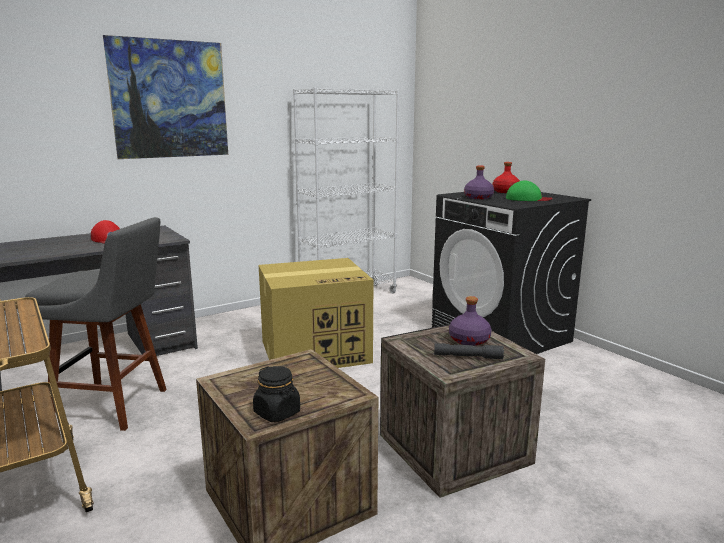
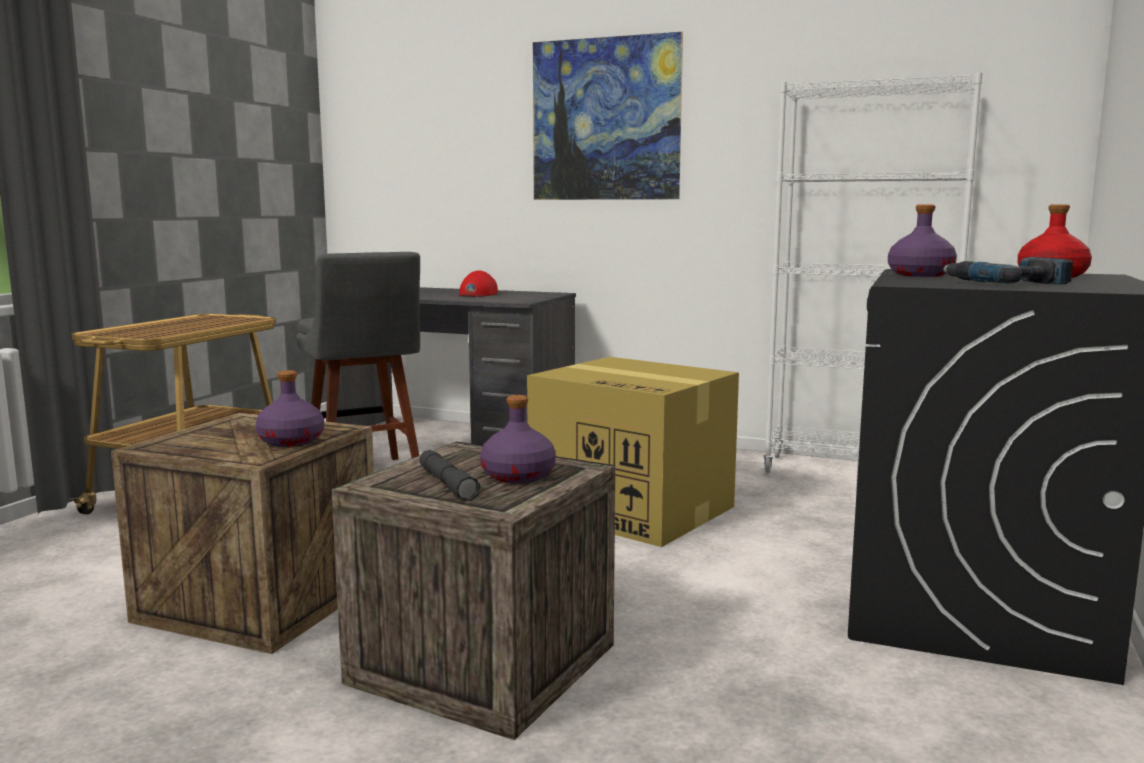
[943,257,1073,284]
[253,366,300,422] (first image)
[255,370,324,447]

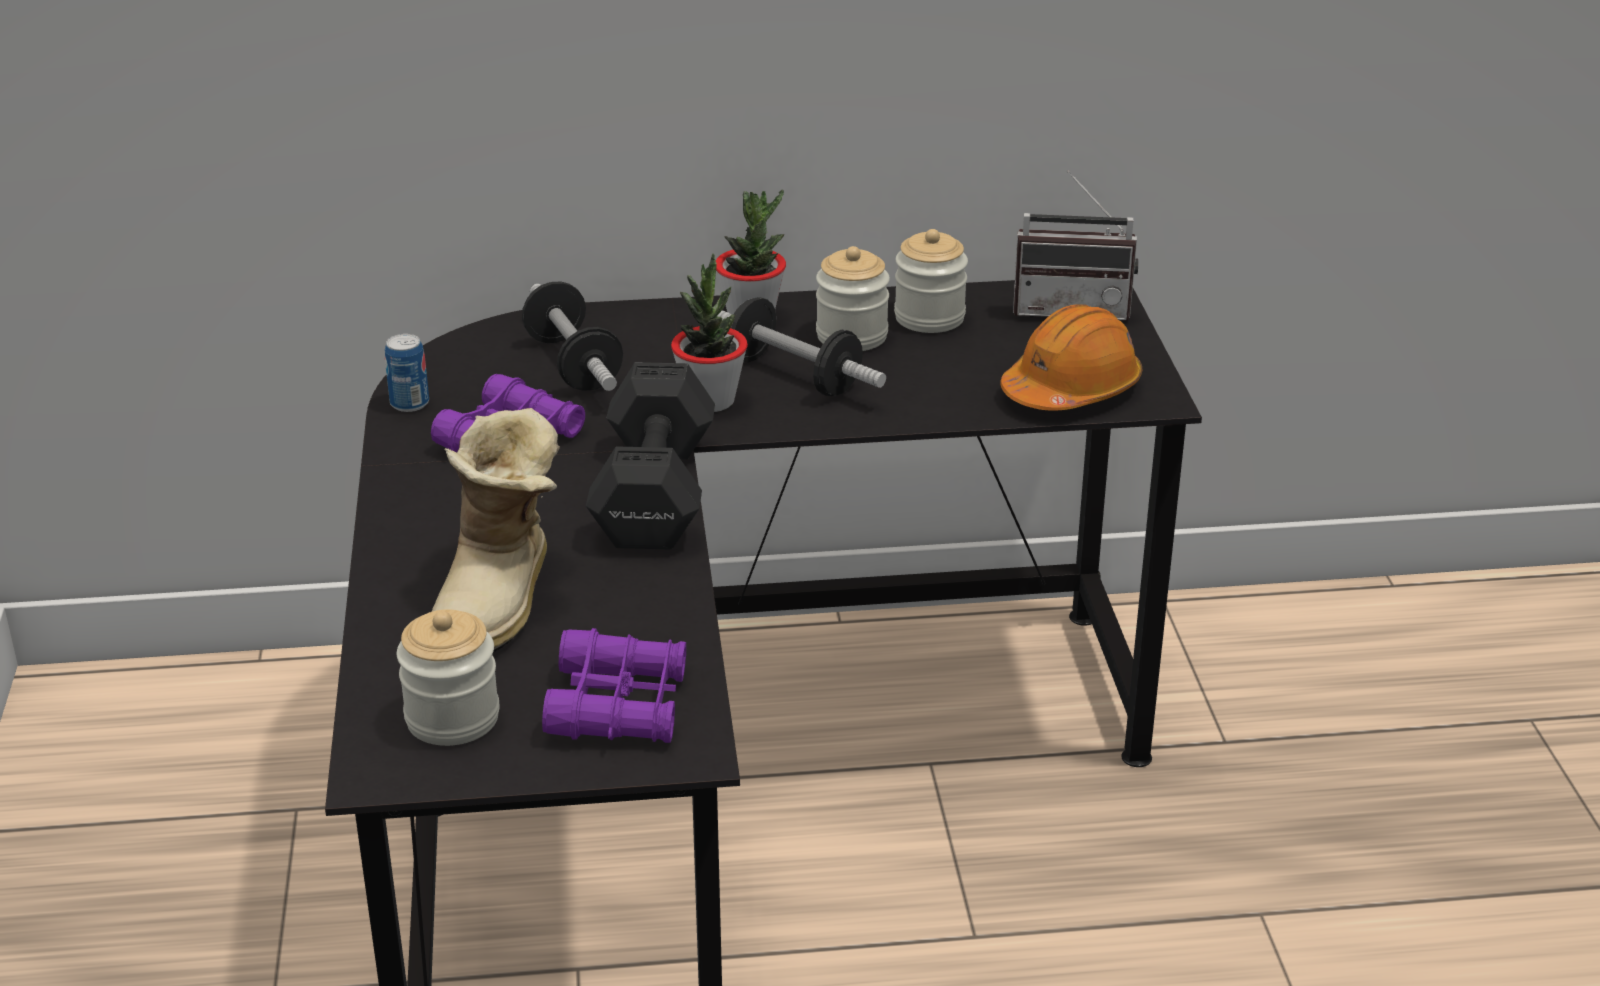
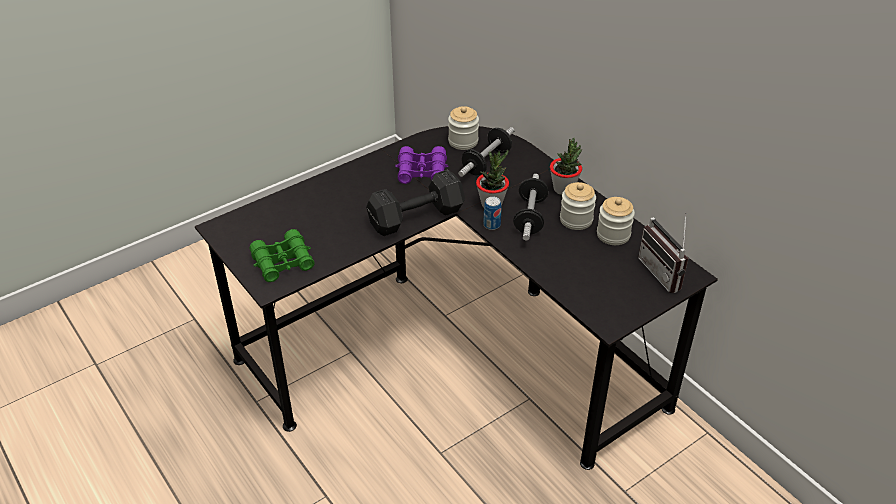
[1000,304,1142,411] (first image)
[483,197,502,230]
[432,408,560,653] (first image)
[448,106,479,150]
[250,229,314,282]

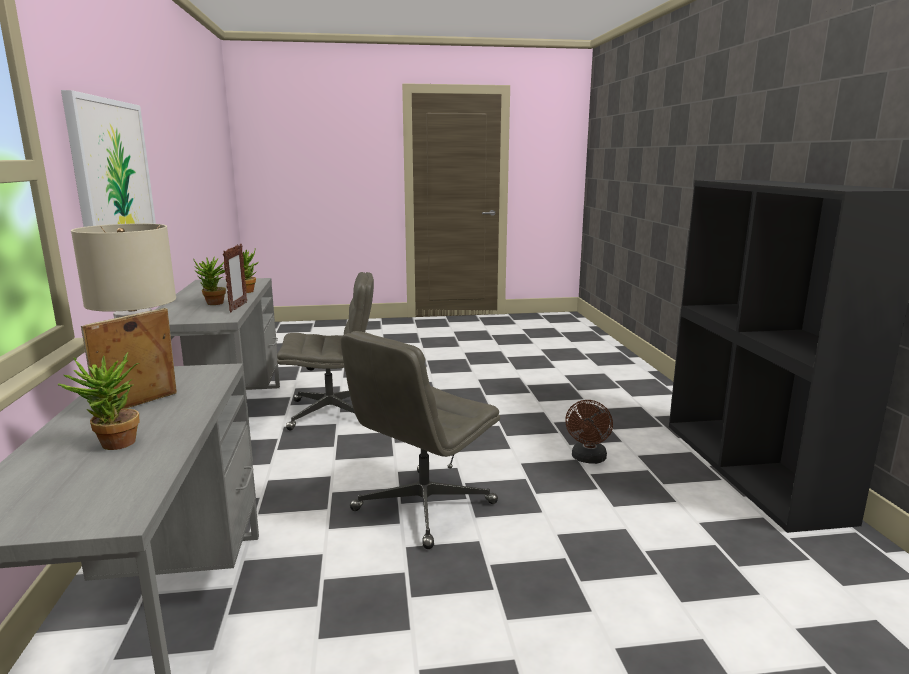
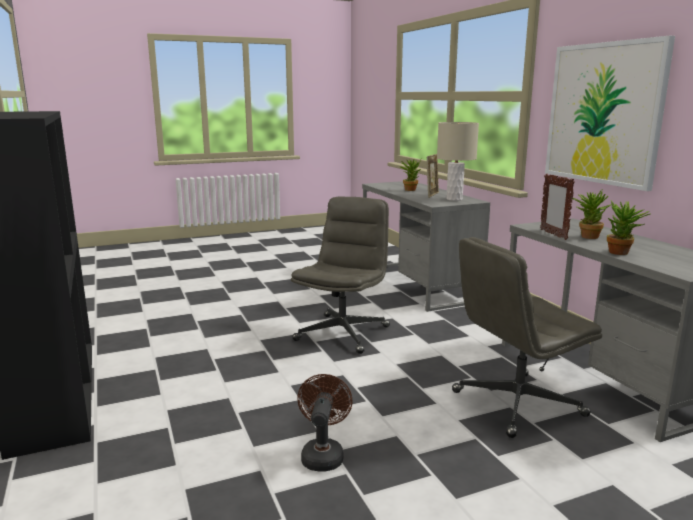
[297,374,353,472]

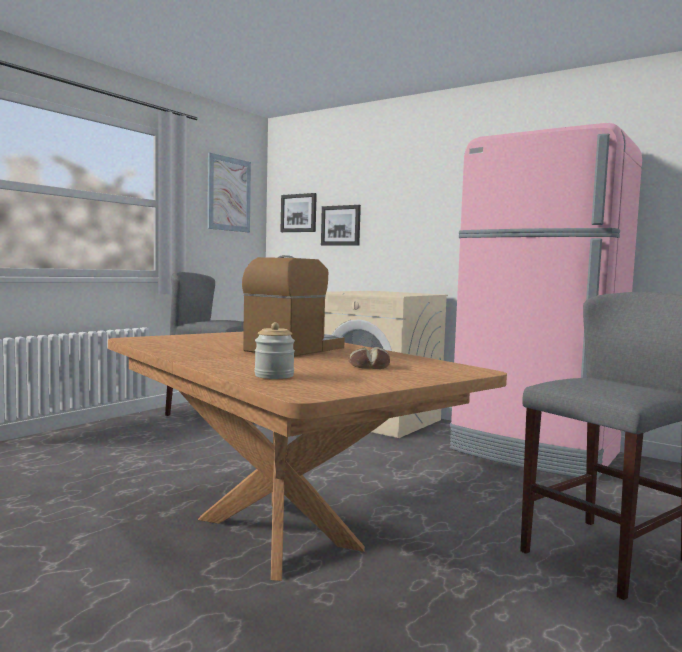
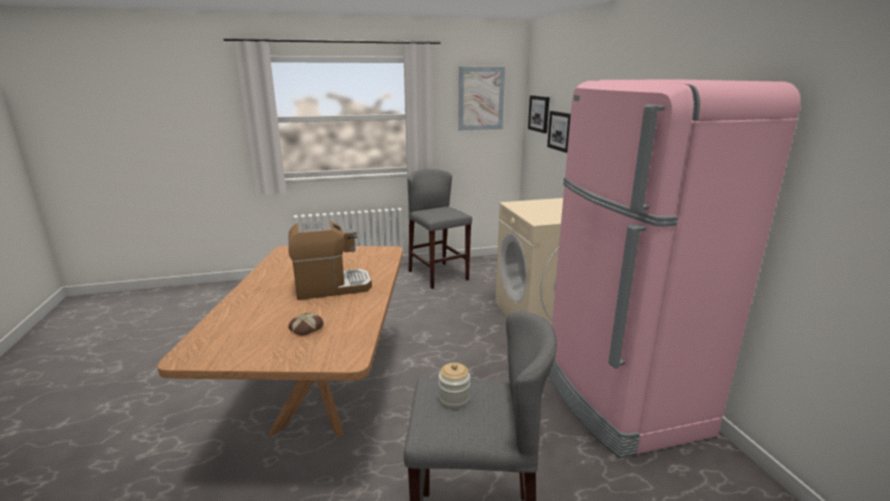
[439,363,470,409]

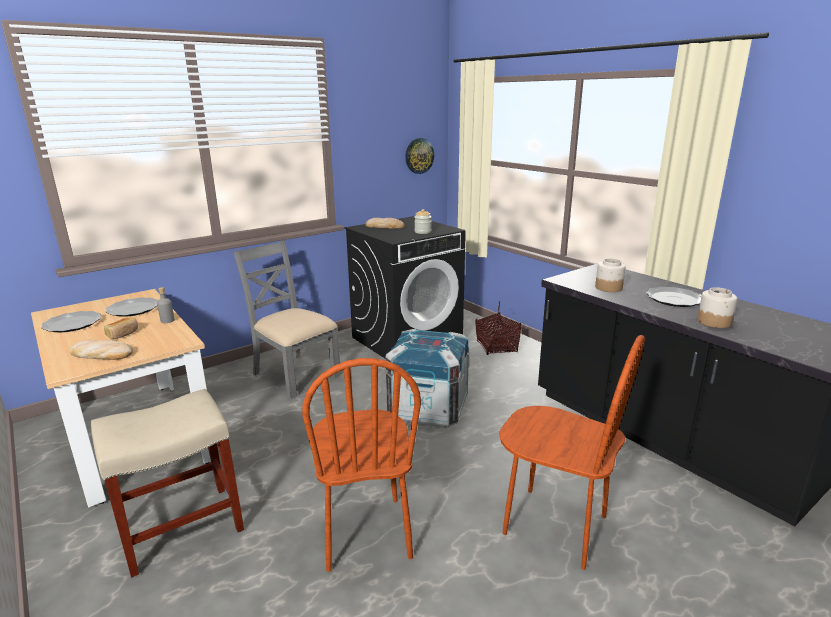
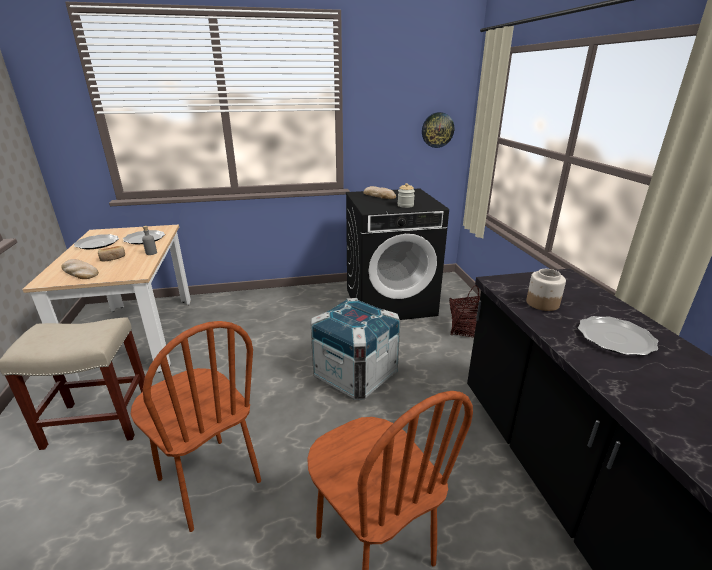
[233,240,340,398] (first image)
[697,287,737,328] (first image)
[131,321,261,532]

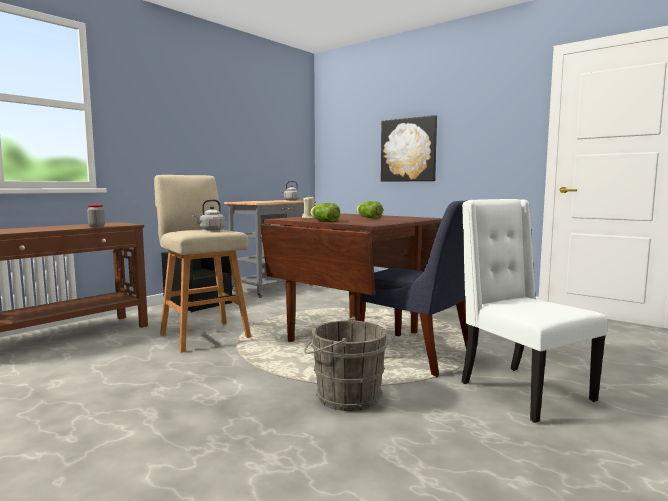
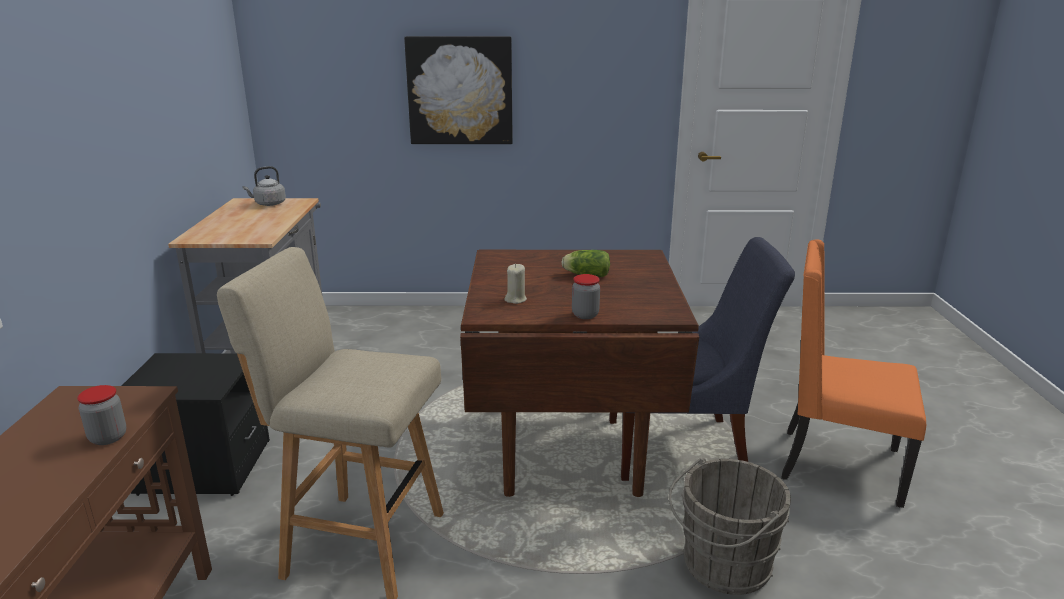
[781,239,926,508]
[192,200,225,231] (first image)
[572,274,600,319]

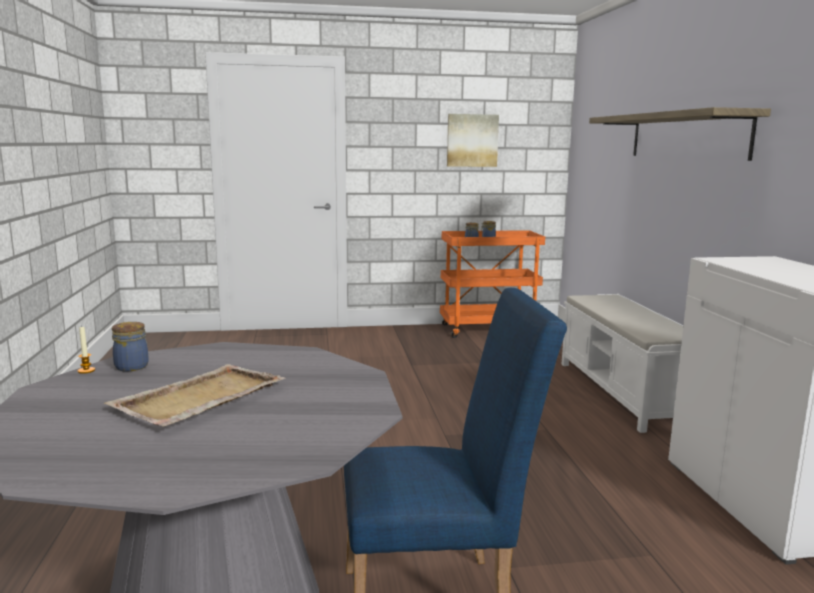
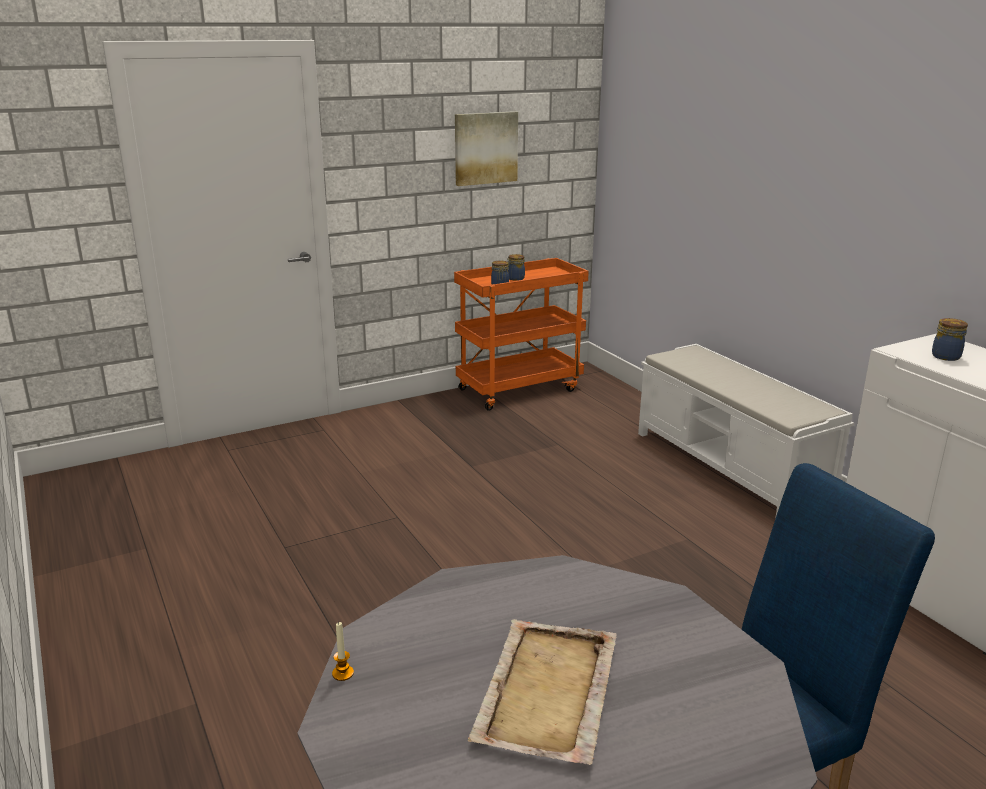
[589,107,771,161] (first image)
[932,318,968,361]

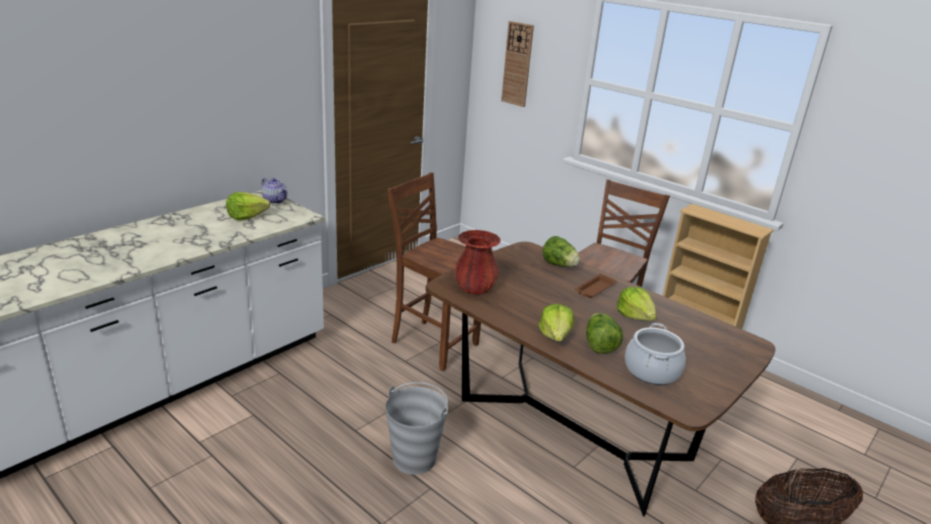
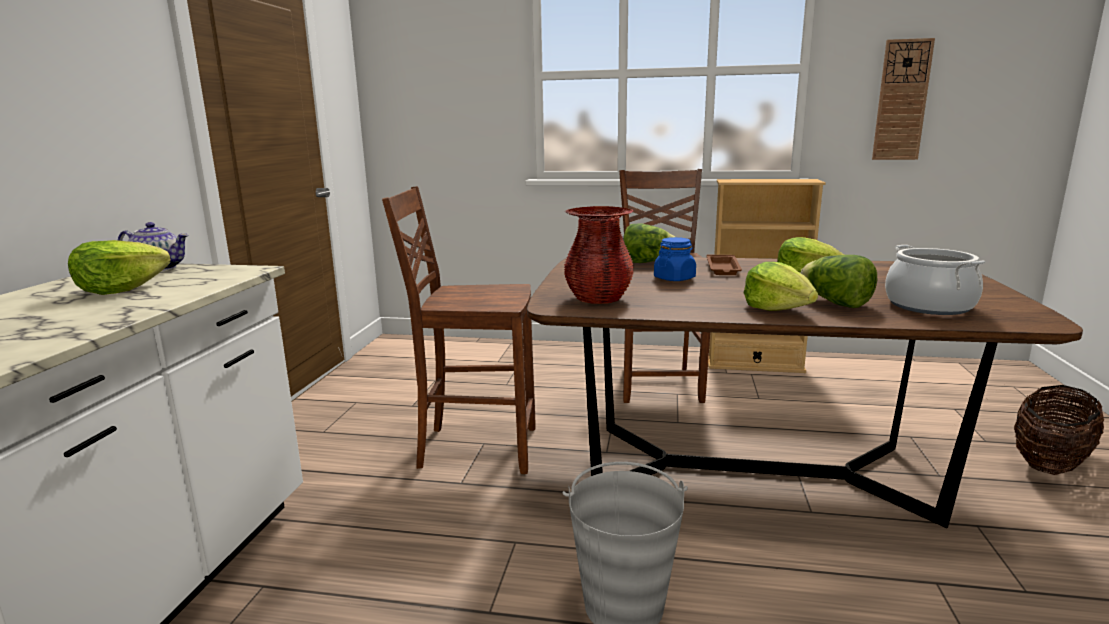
[872,38,935,160]
[654,237,696,281]

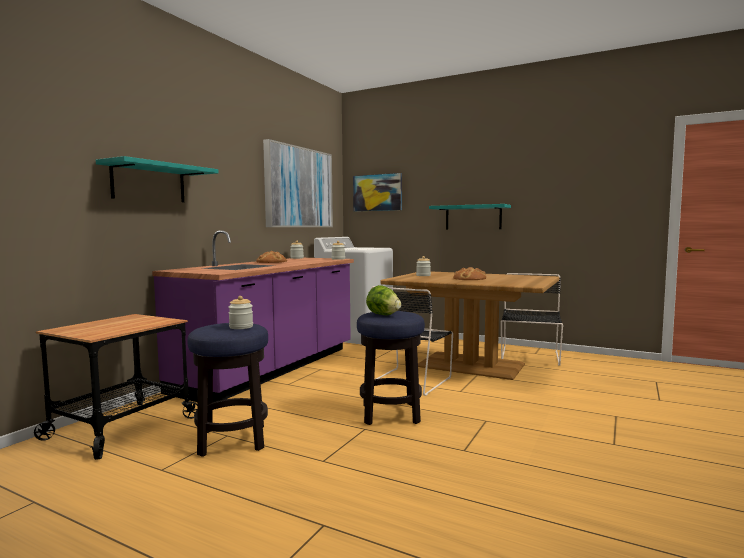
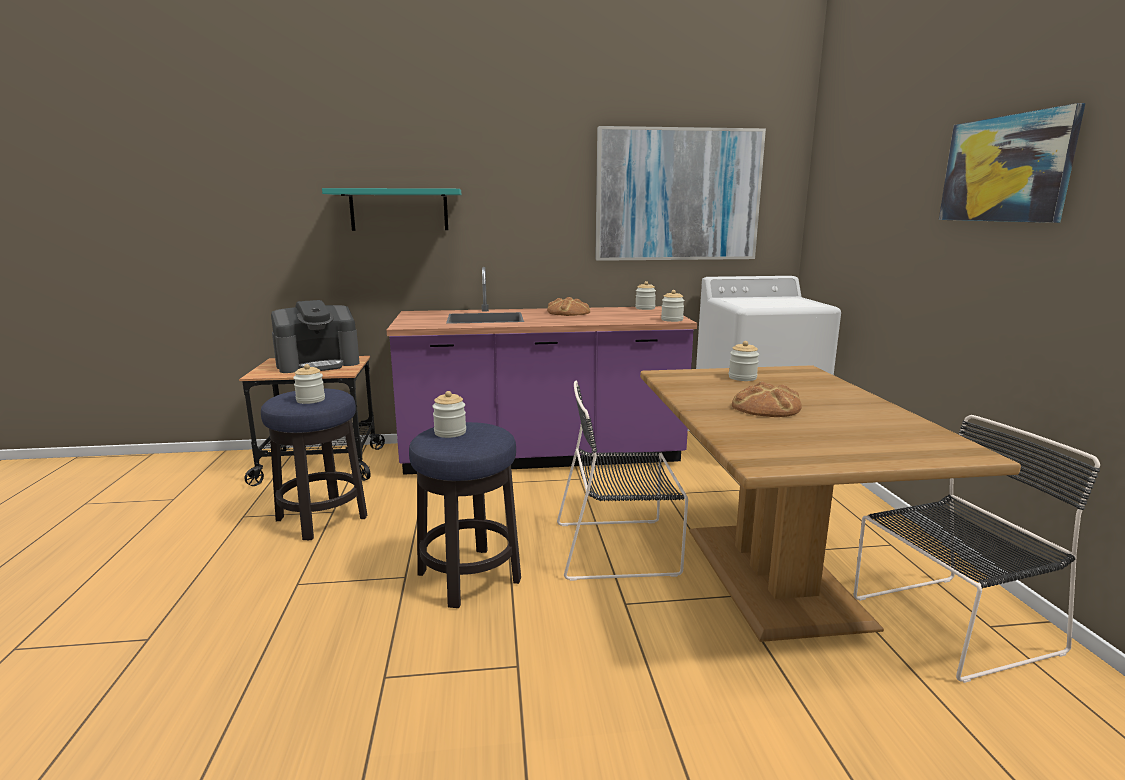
[939,103,1085,223]
[429,204,511,229] (first image)
[432,391,466,438]
[271,300,360,373]

